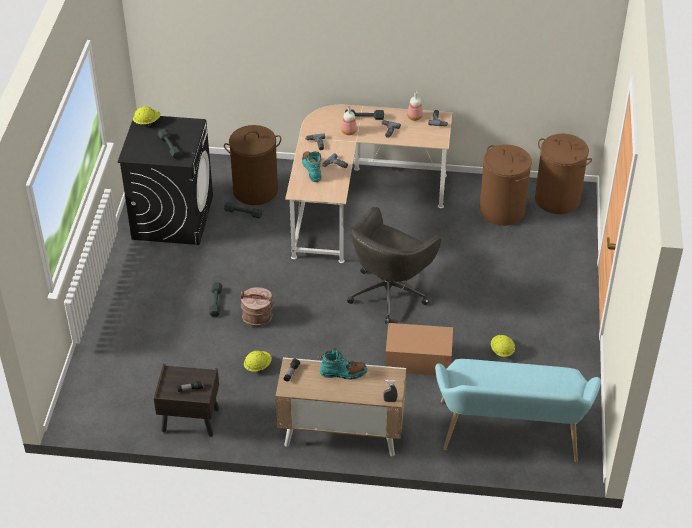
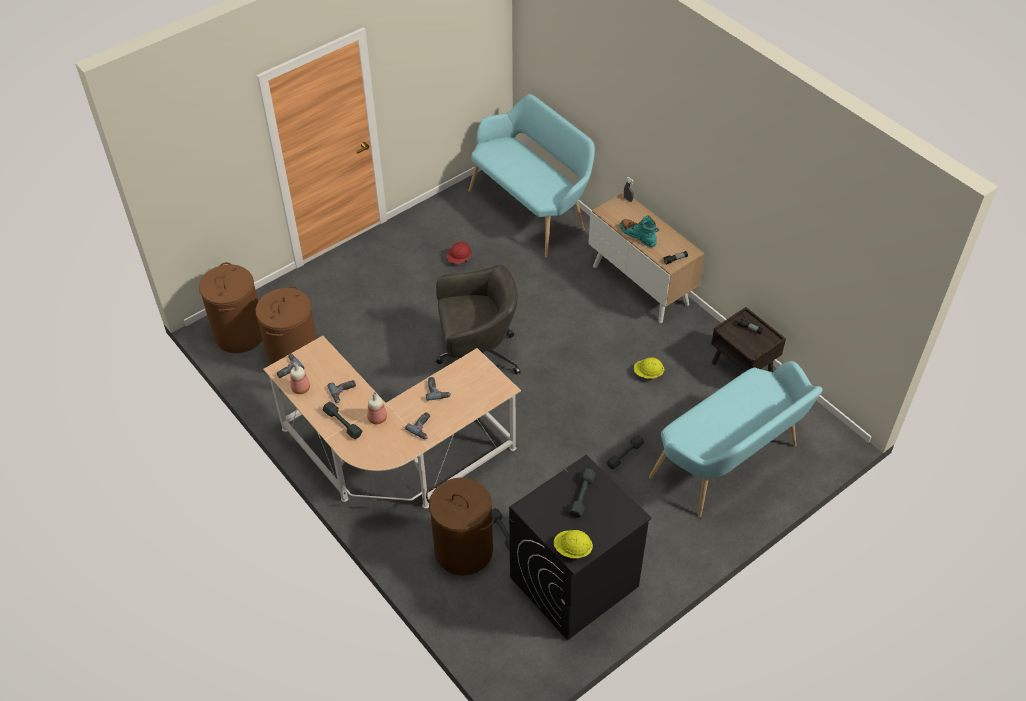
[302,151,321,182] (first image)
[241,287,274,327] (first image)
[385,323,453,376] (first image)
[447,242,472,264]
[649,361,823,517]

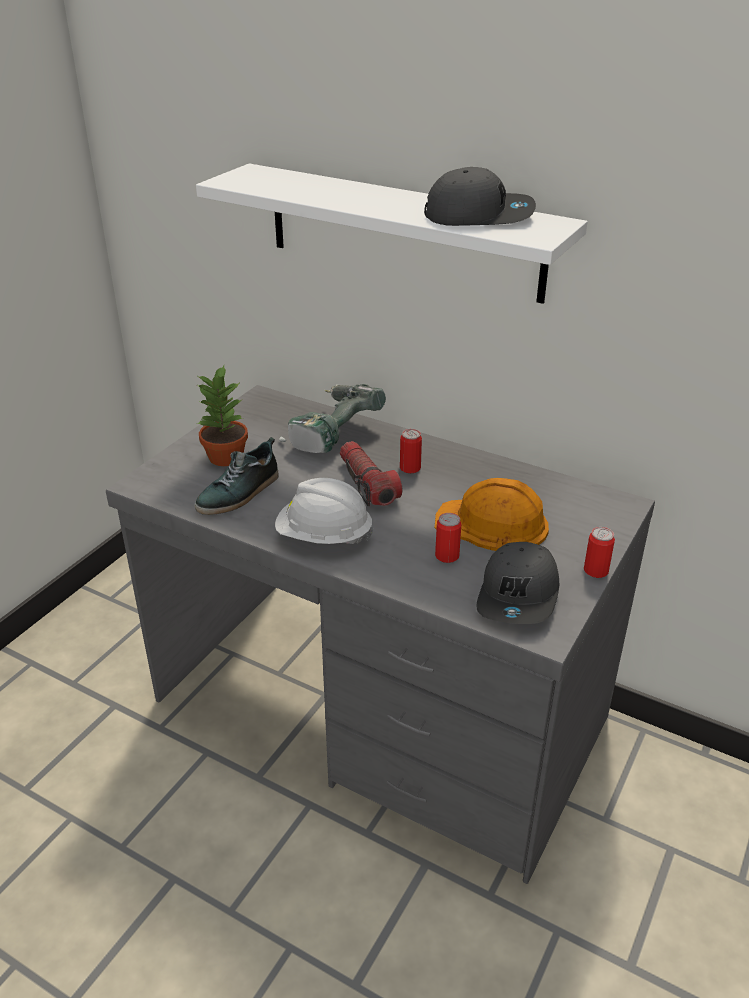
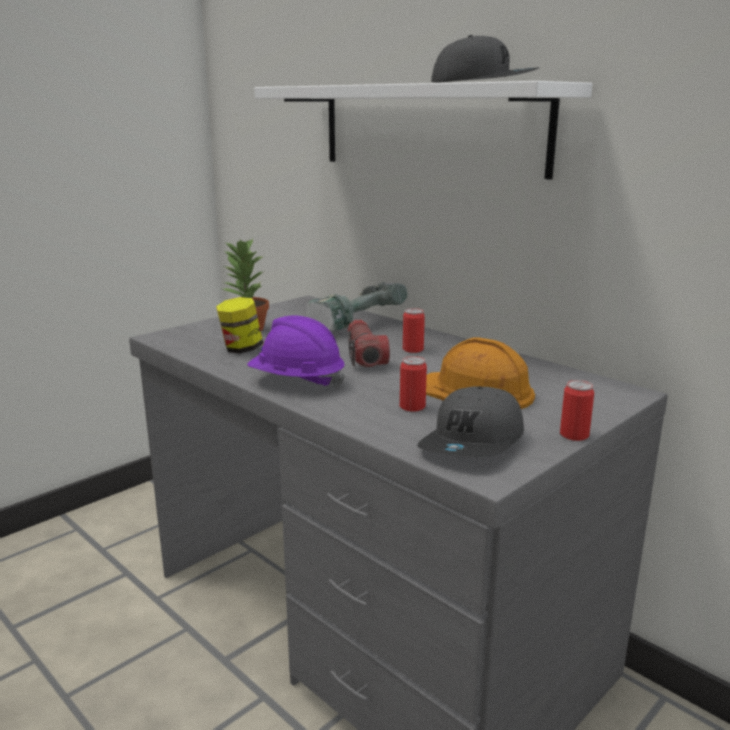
[216,297,263,353]
[247,315,345,389]

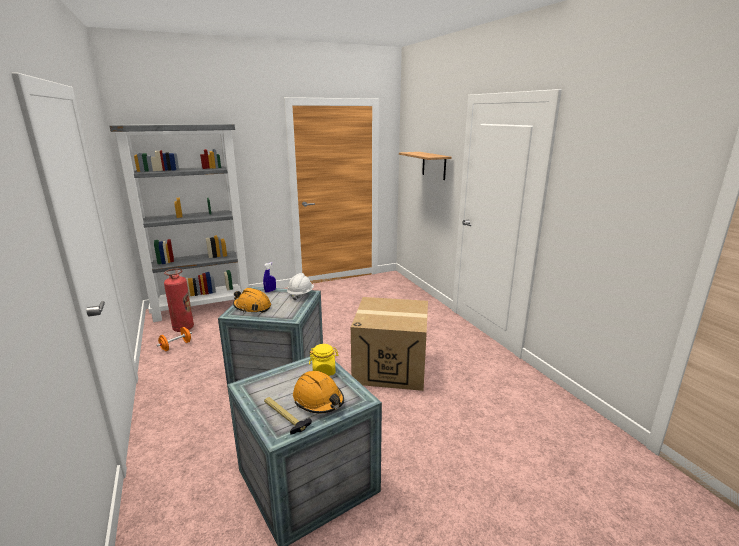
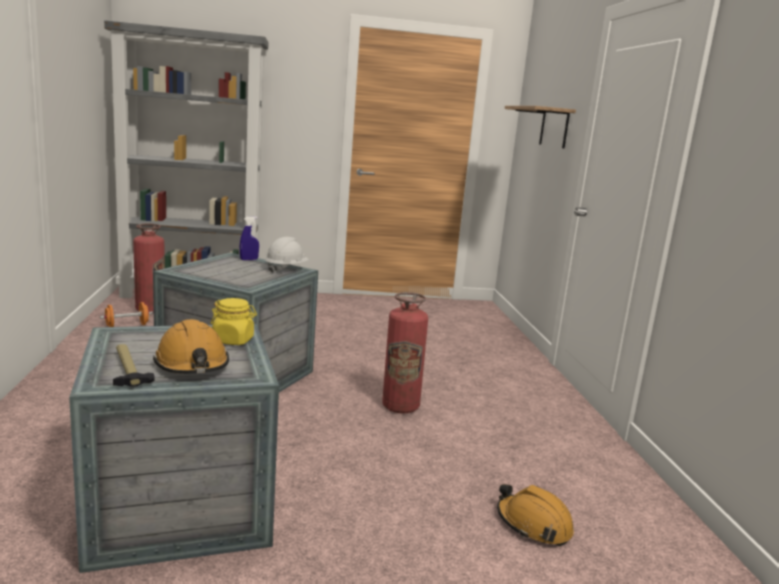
[497,484,574,546]
[382,292,428,414]

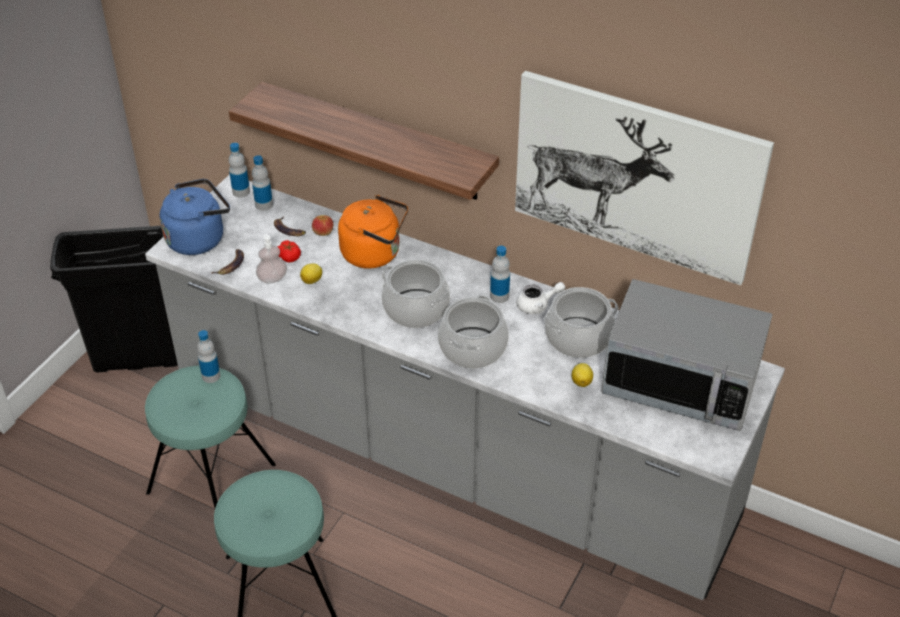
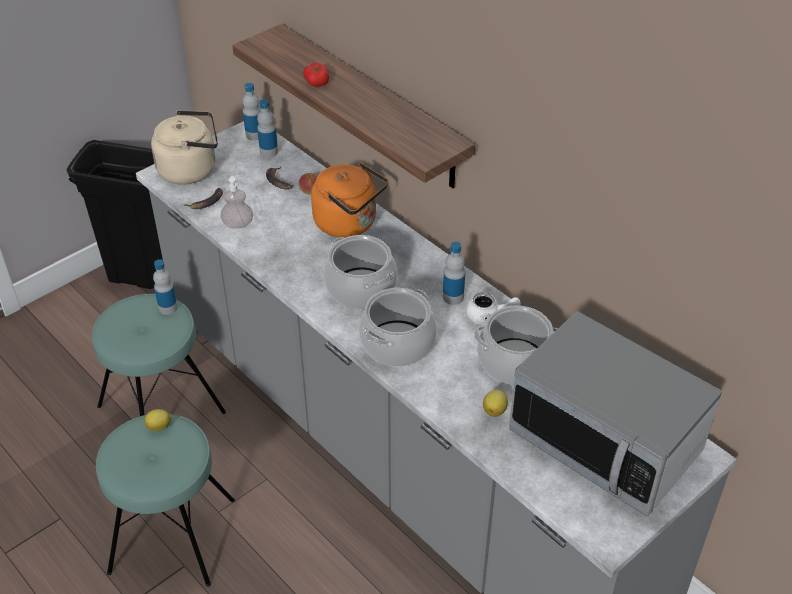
[515,71,774,285] (first image)
[151,110,218,185]
[303,62,329,86]
[145,409,172,431]

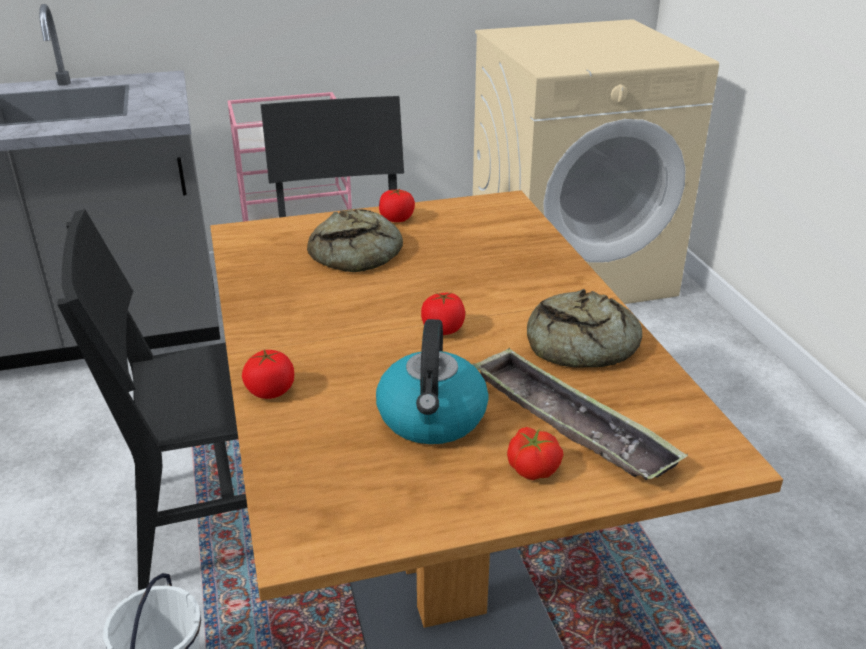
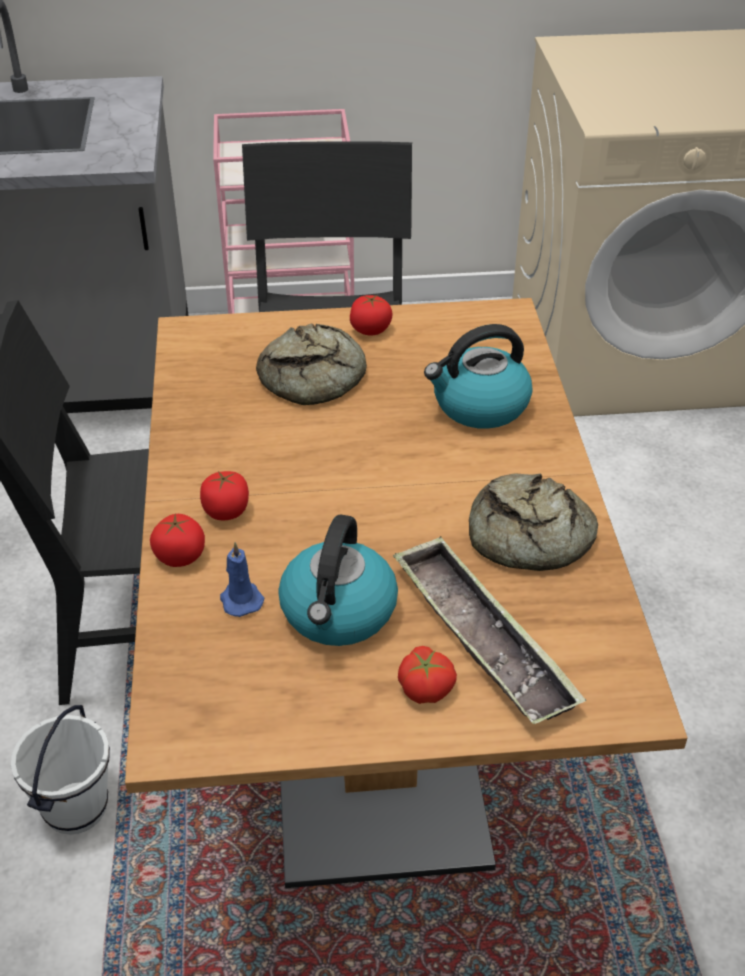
[200,471,249,520]
[424,324,533,429]
[220,542,264,617]

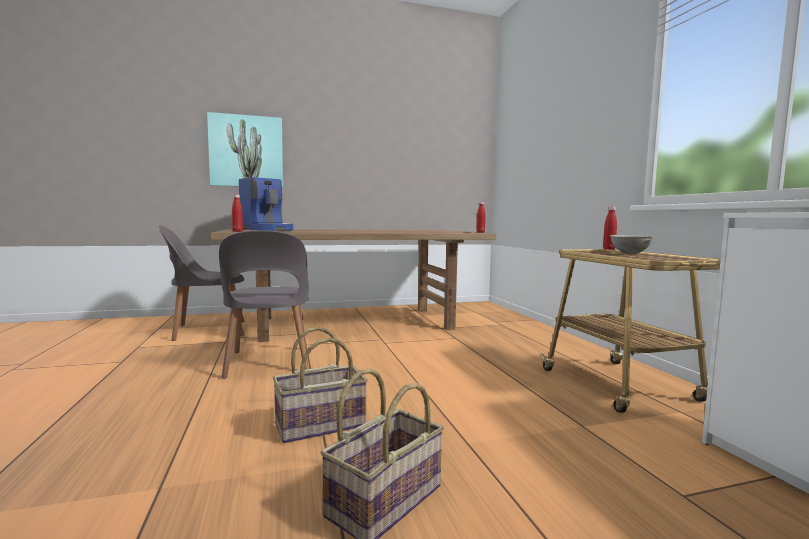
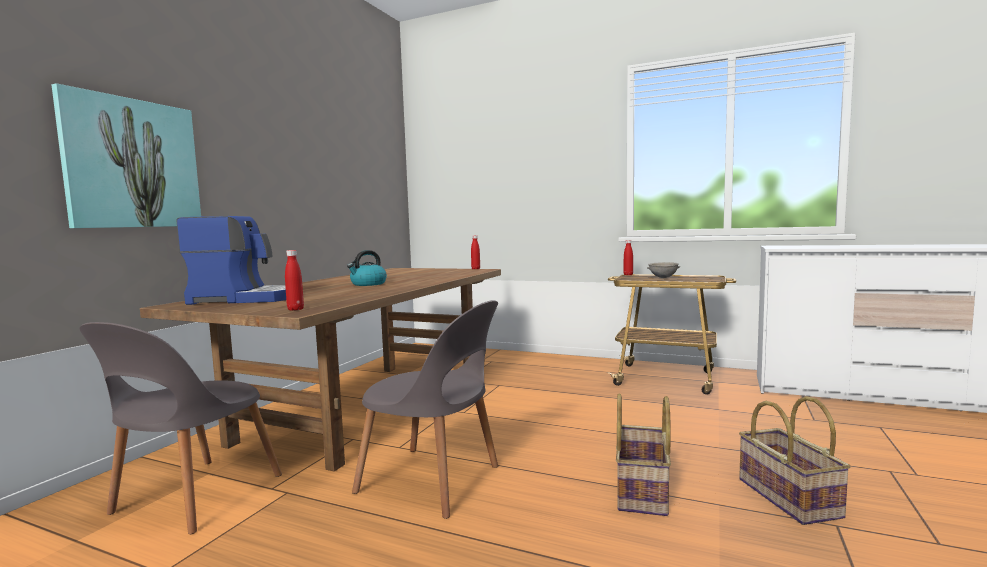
[347,250,387,286]

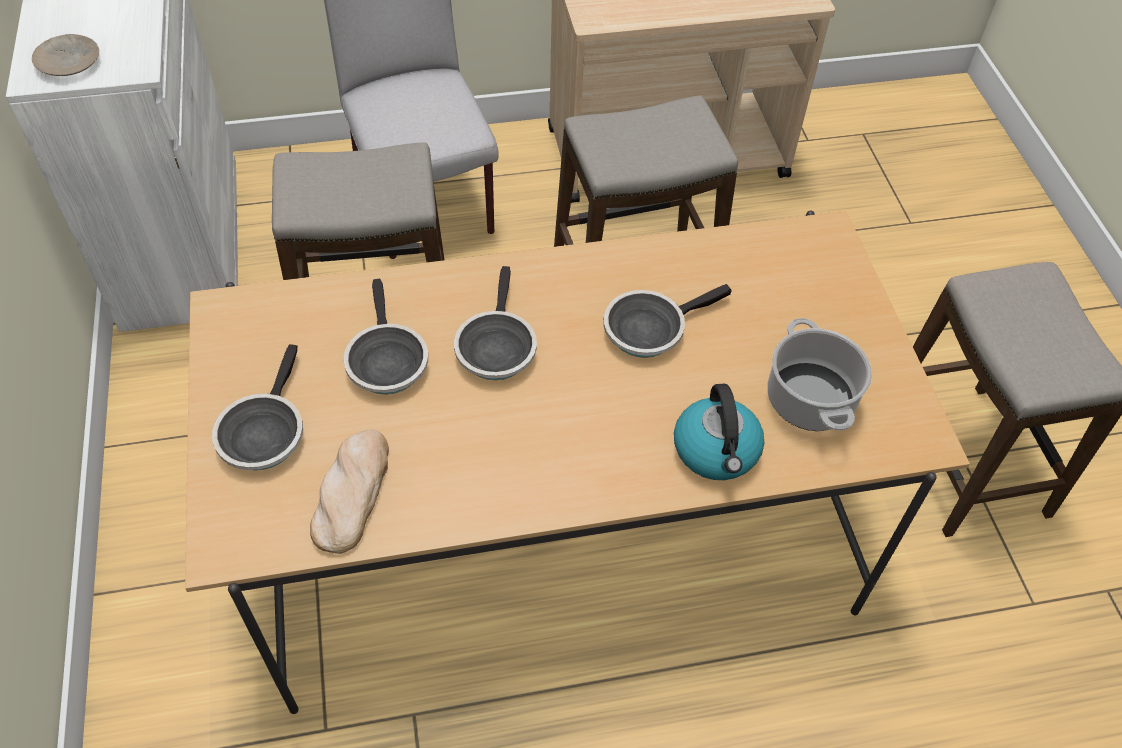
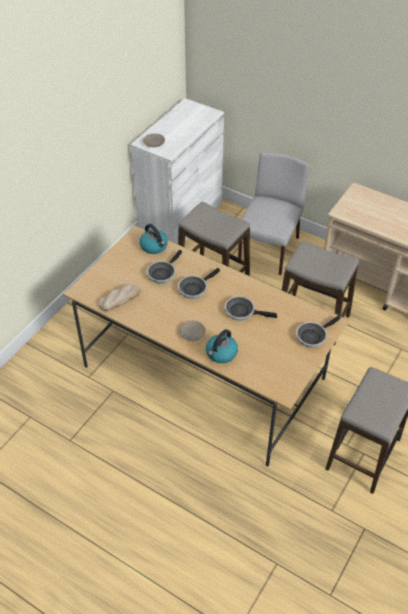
[767,318,872,431] (first image)
[296,315,341,348]
[140,224,168,254]
[179,321,206,341]

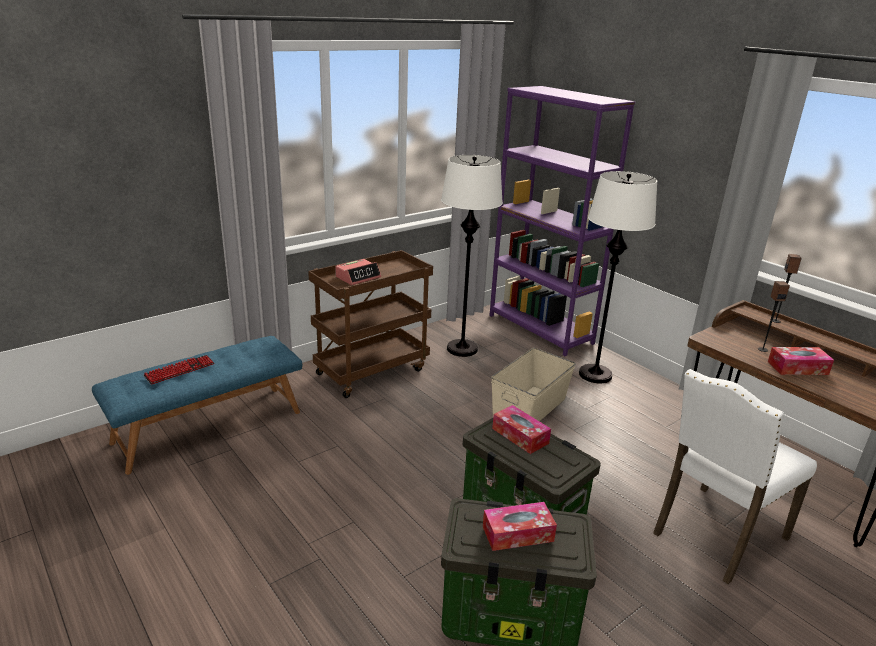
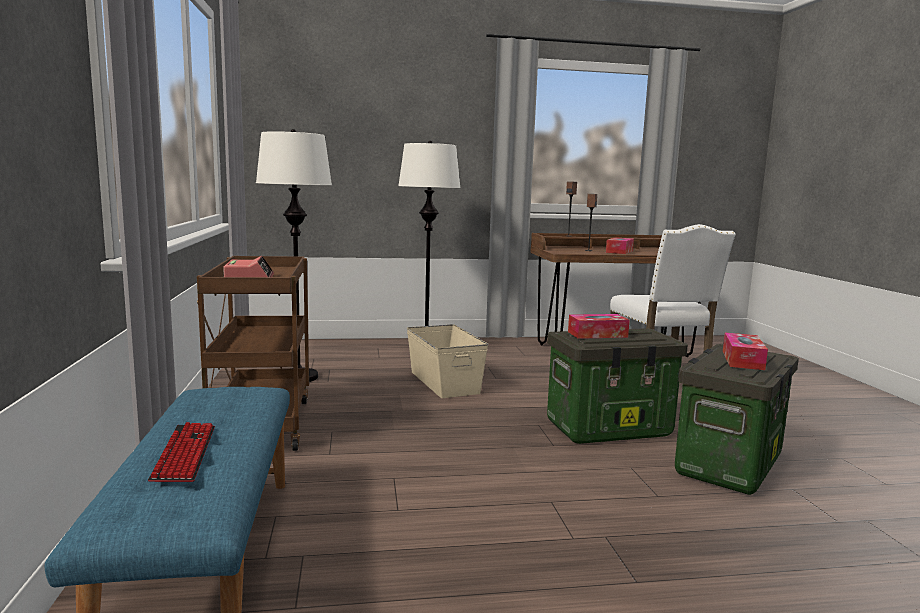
[489,86,635,356] (first image)

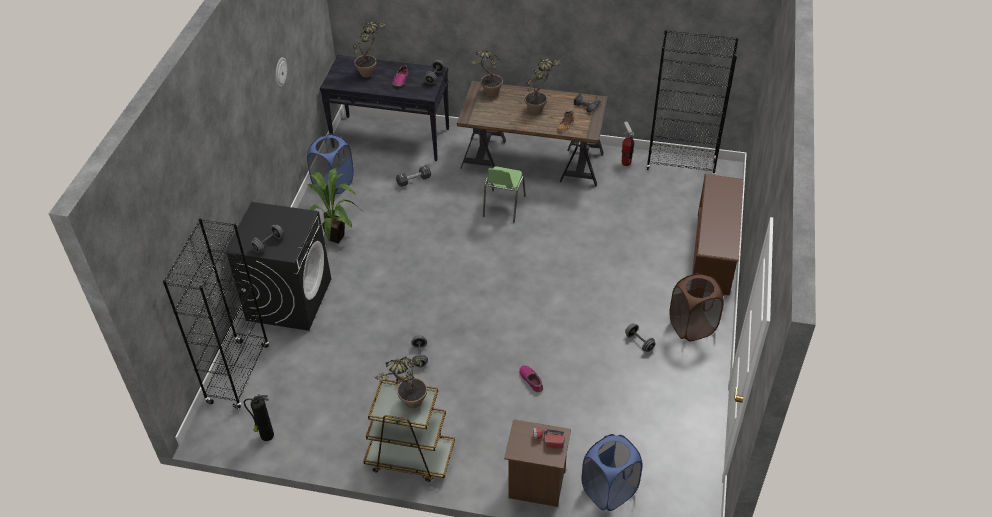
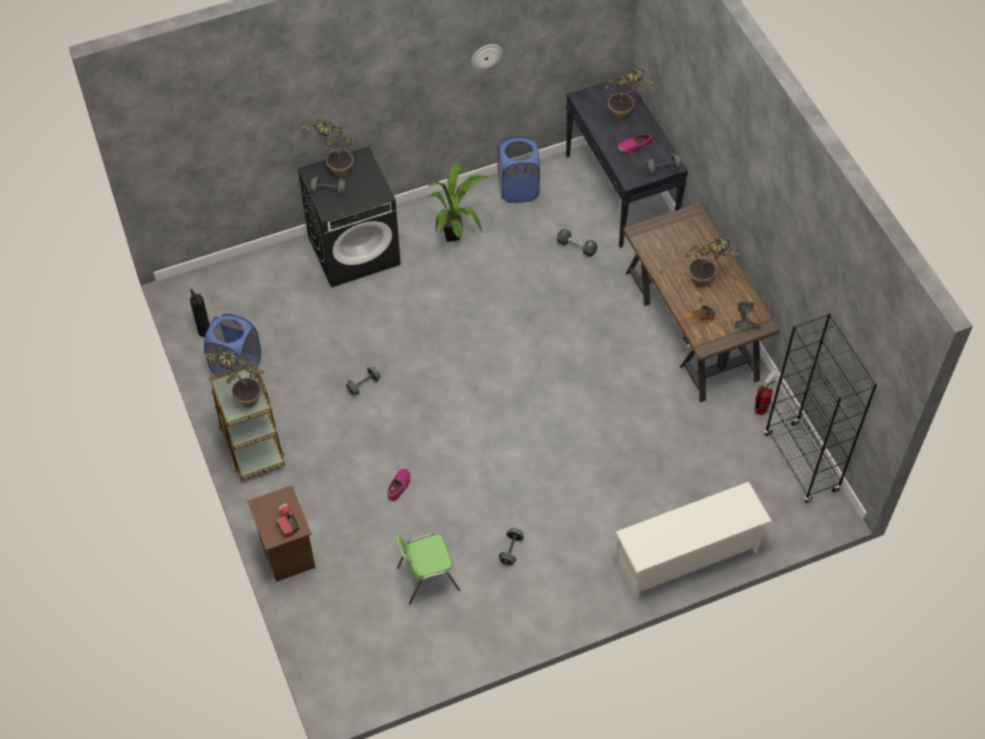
[300,119,357,177]
[396,533,460,604]
[615,482,772,600]
[163,218,269,409] (first image)
[669,273,724,341] (first image)
[204,314,261,377]

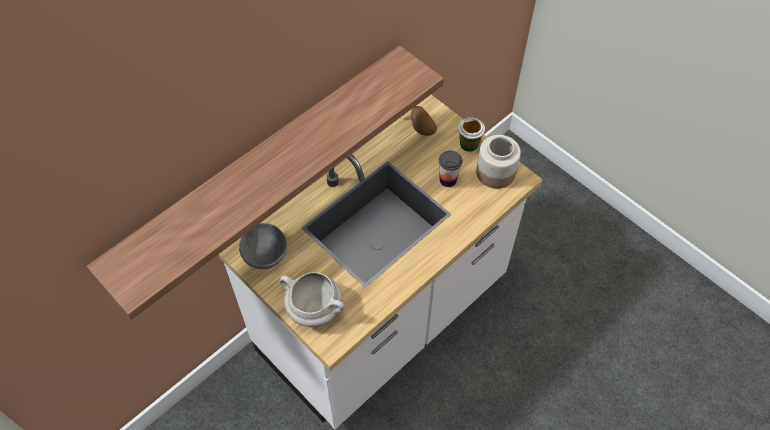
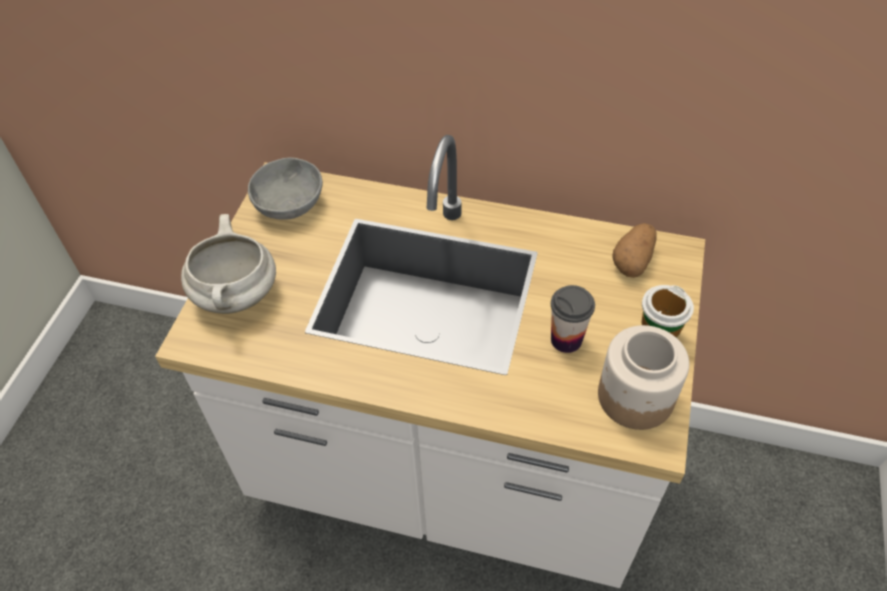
[87,46,444,319] (first image)

